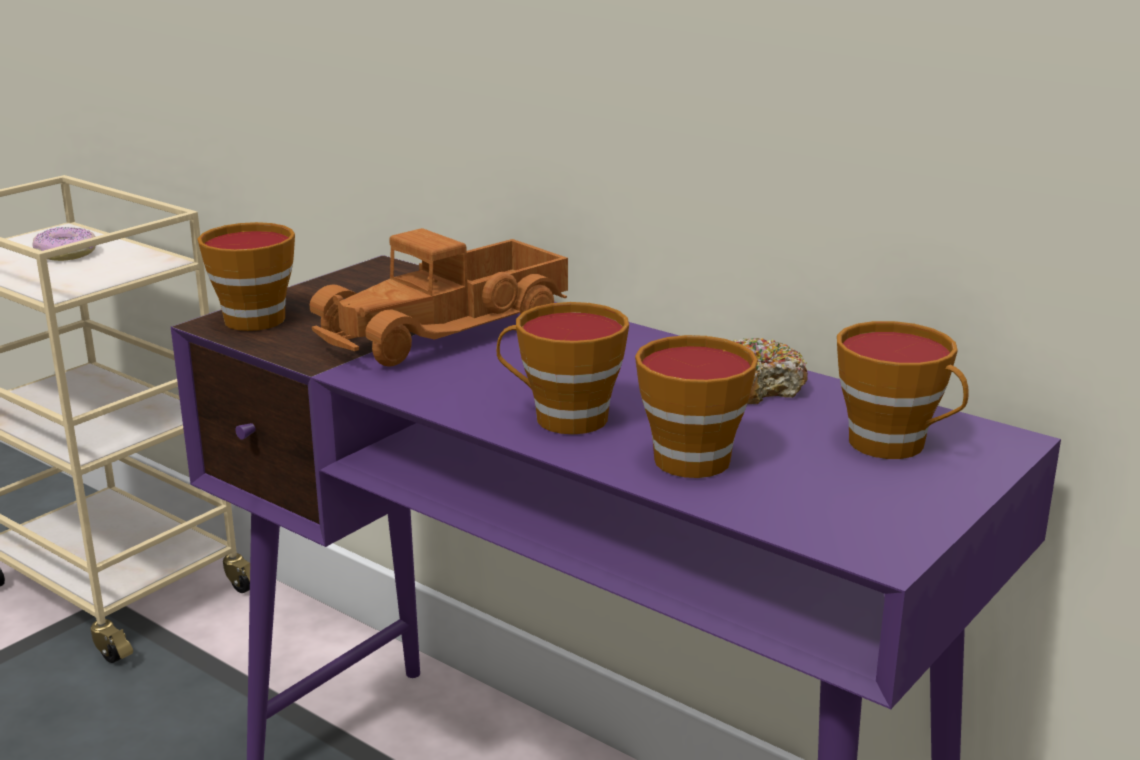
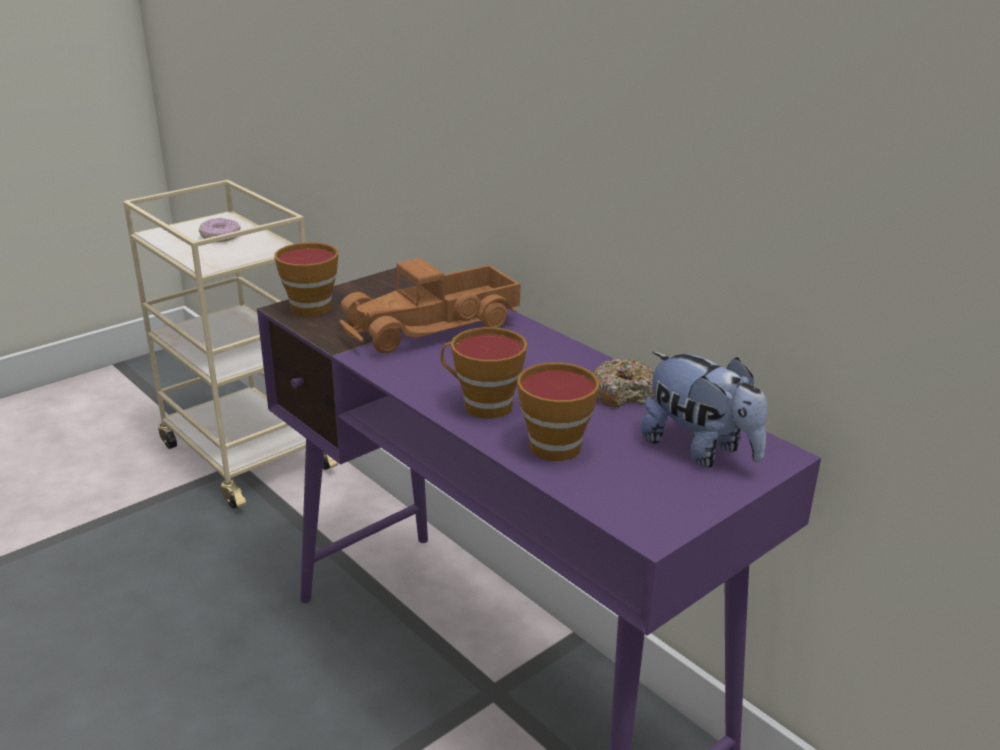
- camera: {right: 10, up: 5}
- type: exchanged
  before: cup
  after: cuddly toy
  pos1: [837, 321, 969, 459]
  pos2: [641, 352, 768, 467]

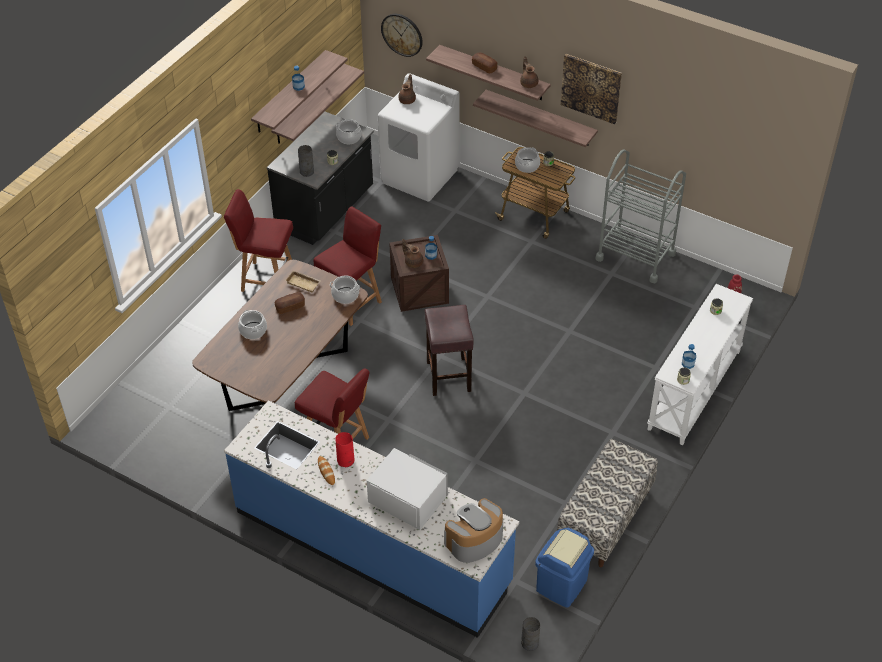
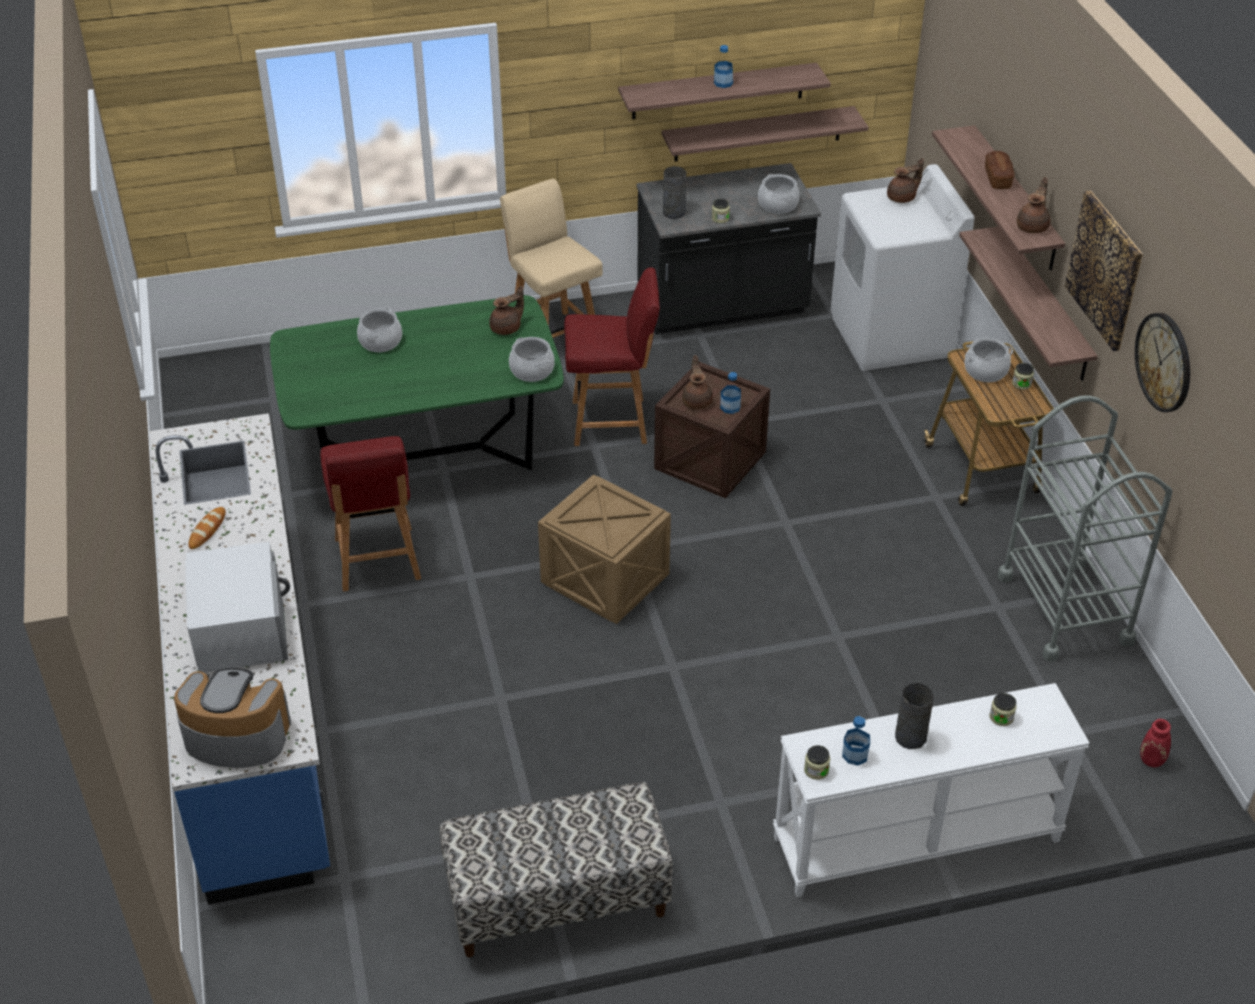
- camera: {right: 45, up: -5}
- type: missing
  before: bakery bread
  pos1: [275, 292, 305, 314]
- type: missing
  before: flower vase/reddish
  pos1: [335, 432, 354, 467]
- type: missing
  before: trash can/bluish
  pos1: [535, 528, 594, 607]
- type: relocated
  before: wall clock
  pos1: [381, 14, 423, 57]
  pos2: [1135, 313, 1190, 412]
- type: relocated
  before: flower vase/grey
  pos1: [521, 617, 540, 651]
  pos2: [895, 683, 934, 749]
- type: exchanged
  before: serving tray/sand-coloured
  after: pot for tea/brown-coloured
  pos1: [285, 270, 320, 293]
  pos2: [489, 286, 524, 335]
- type: exchanged
  before: stool seat/brown-coloured
  after: shipping crate
  pos1: [425, 305, 474, 396]
  pos2: [538, 474, 671, 624]
- type: colour
  before: kitchen table/brown-coloured
  after: kitchen table/greenish
  pos1: [192, 260, 368, 411]
  pos2: [270, 295, 564, 470]
- type: colour
  before: upright chair/reddish
  after: upright chair/sand-coloured
  pos1: [224, 189, 293, 292]
  pos2: [500, 179, 603, 338]

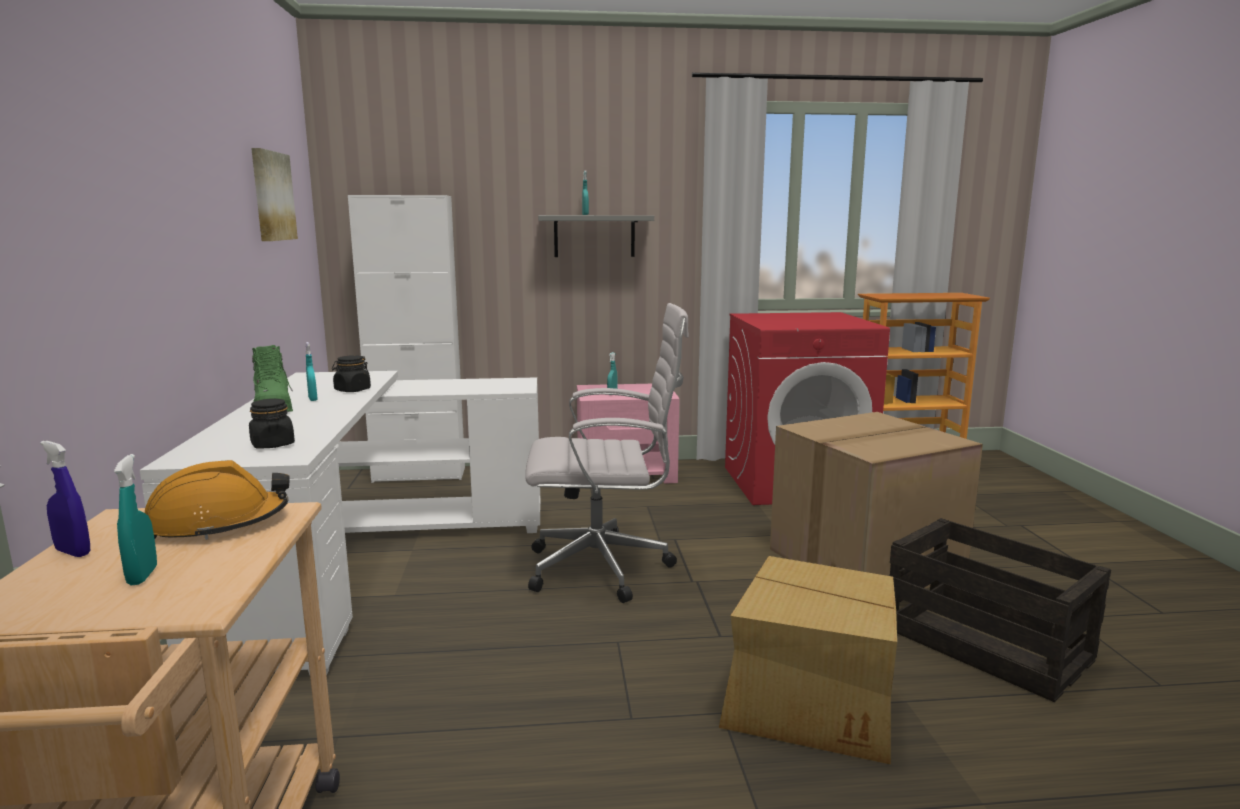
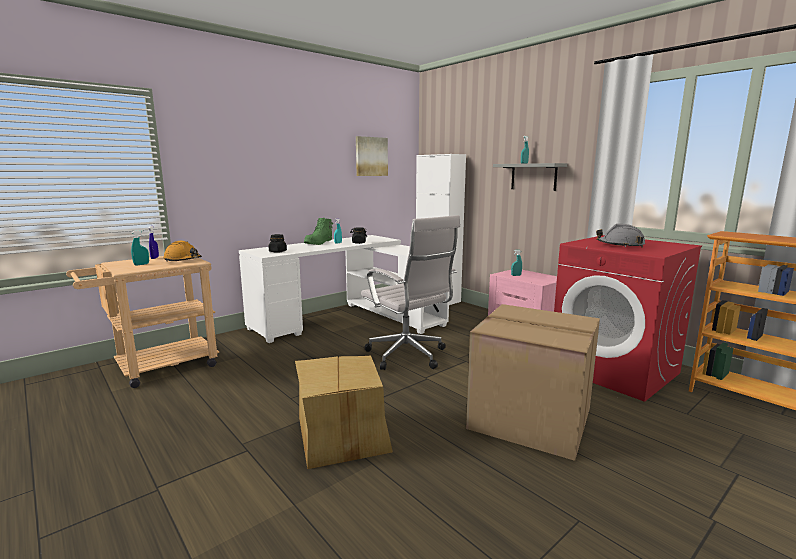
- camera: {right: 55, up: 0}
- type: missing
  before: shipping crate
  pos1: [889, 518, 1111, 702]
- type: appeared
  after: work helmet/grey
  pos2: [596, 224, 645, 247]

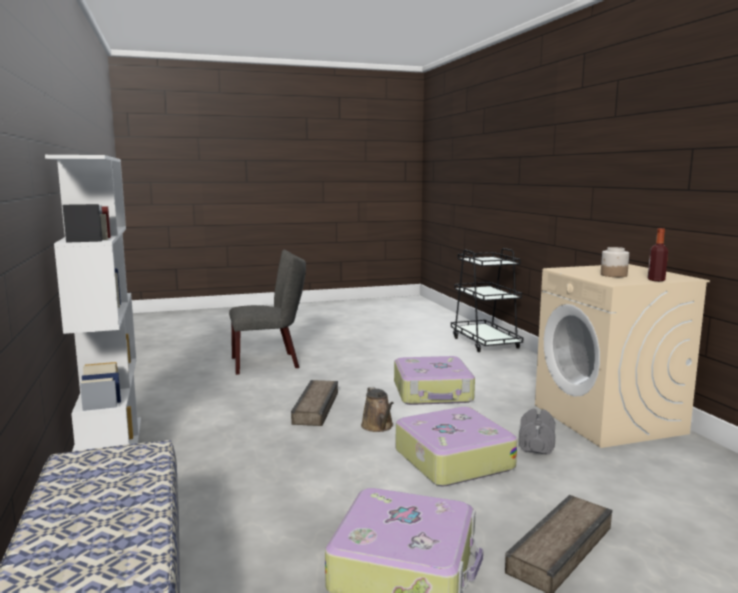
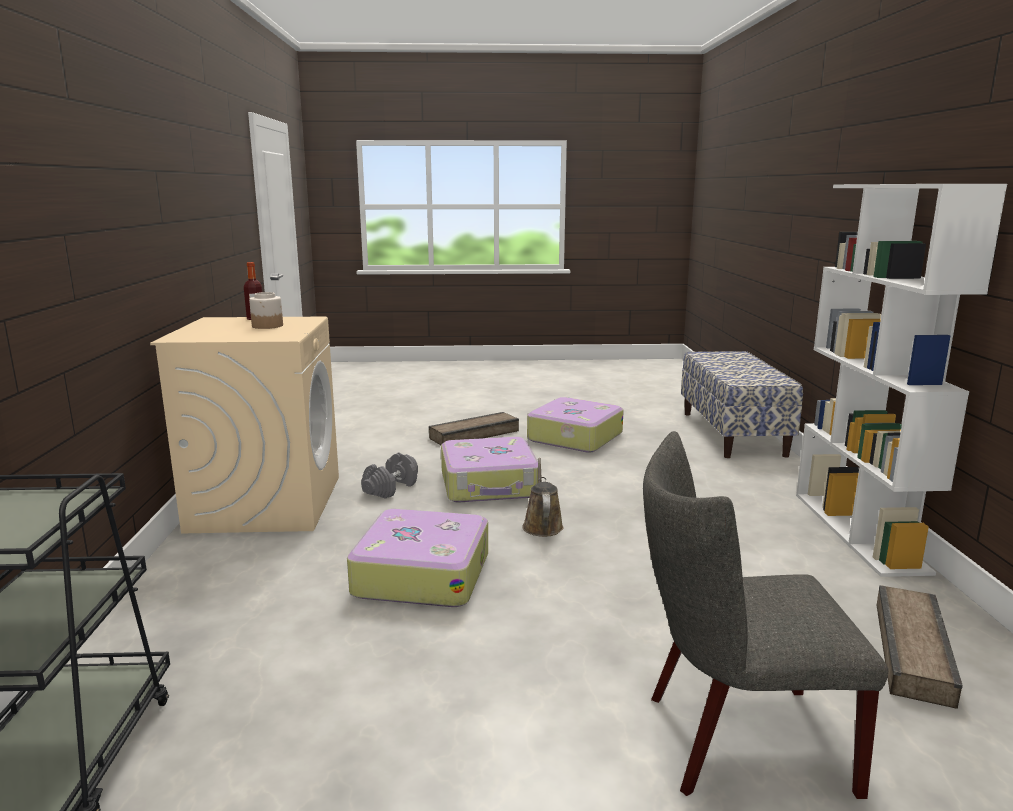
- camera: {right: -165, up: 5}
- type: relocated
  before: shipping crate
  pos1: [291, 380, 338, 426]
  pos2: [877, 585, 963, 709]

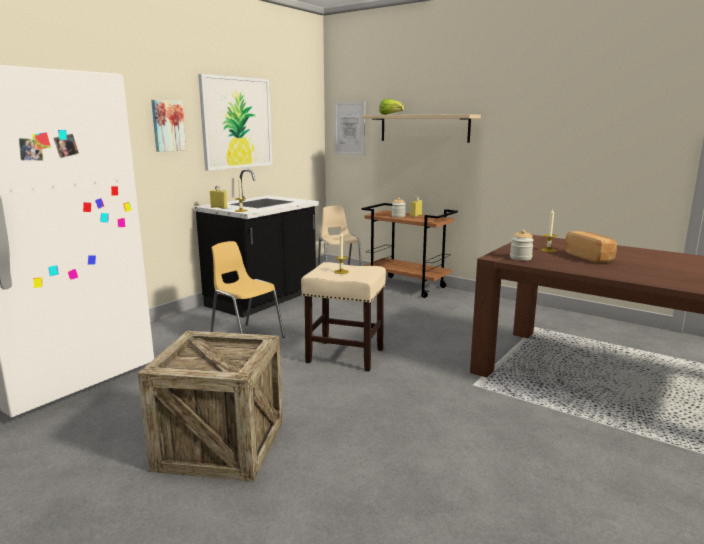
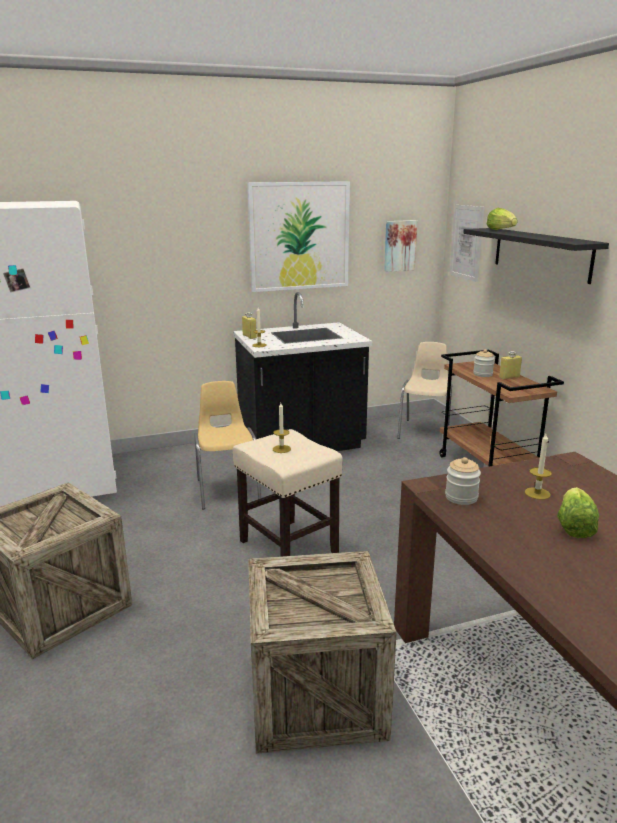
- camera: {right: 35, up: 5}
- type: appeared
  after: shipping crate
  pos2: [248, 551, 397, 754]
- type: relocated
  before: picture
  pos1: [151, 100, 186, 152]
  pos2: [384, 220, 417, 272]
- type: exchanged
  before: bakery bread
  after: head of lettuce
  pos1: [565, 231, 617, 263]
  pos2: [557, 487, 599, 538]
- type: colour
  before: shelf/sand-coloured
  after: shelf/black-coloured
  pos1: [361, 114, 481, 143]
  pos2: [463, 228, 609, 284]

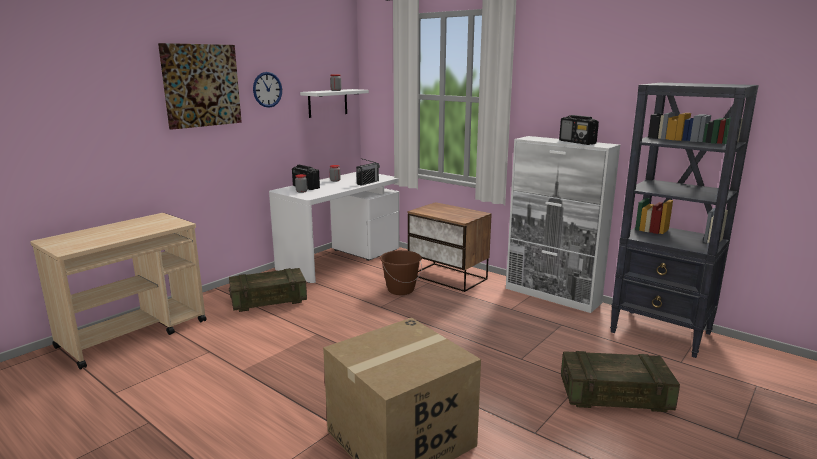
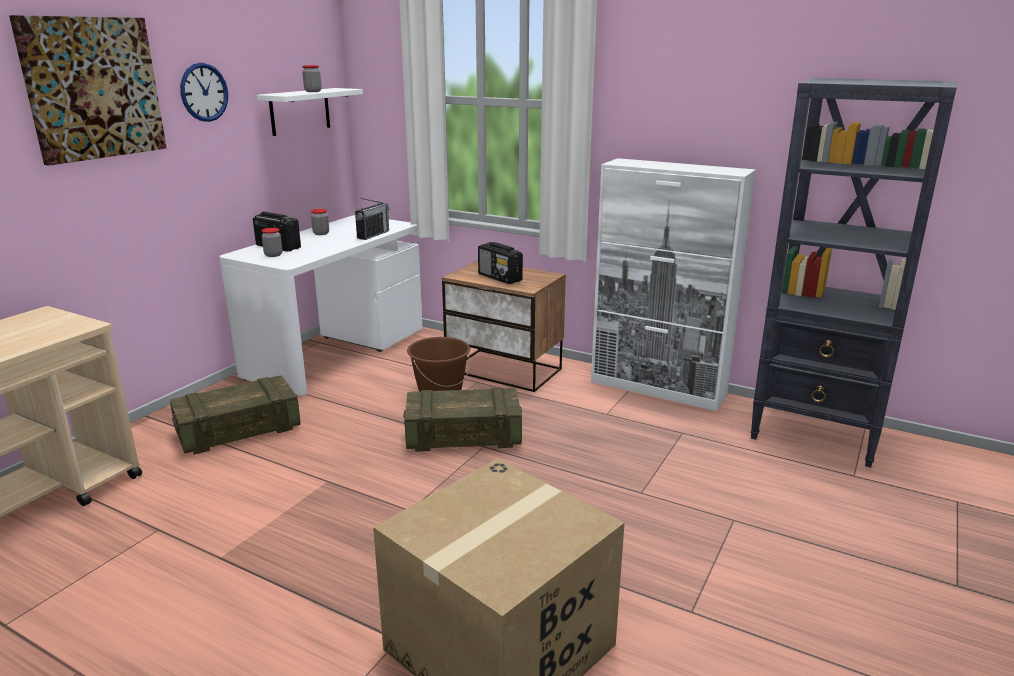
- camera: {right: -10, up: 5}
- type: relocated
  before: radio set
  pos1: [559, 115, 599, 145]
  pos2: [478, 242, 523, 284]
- type: relocated
  before: shipping crate
  pos1: [561, 351, 680, 412]
  pos2: [403, 387, 522, 452]

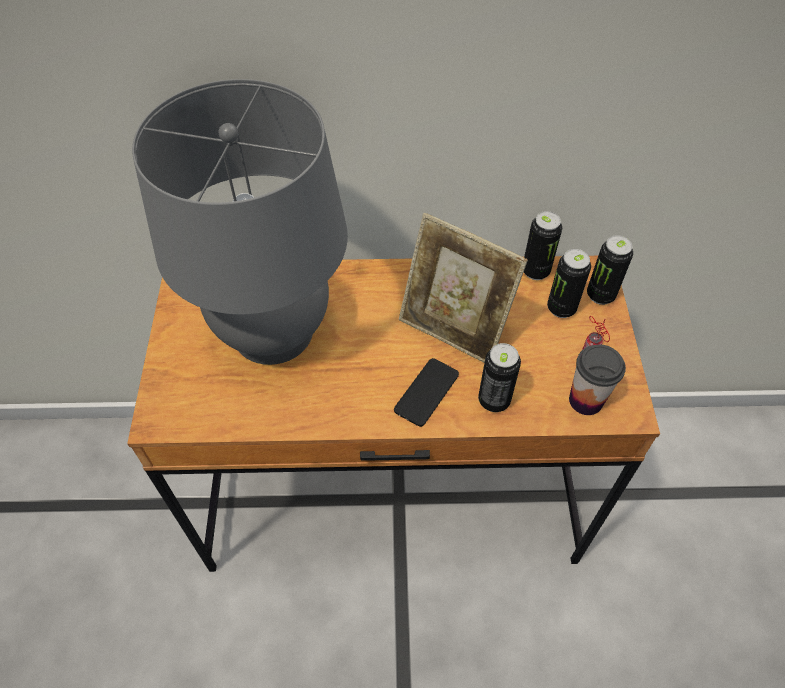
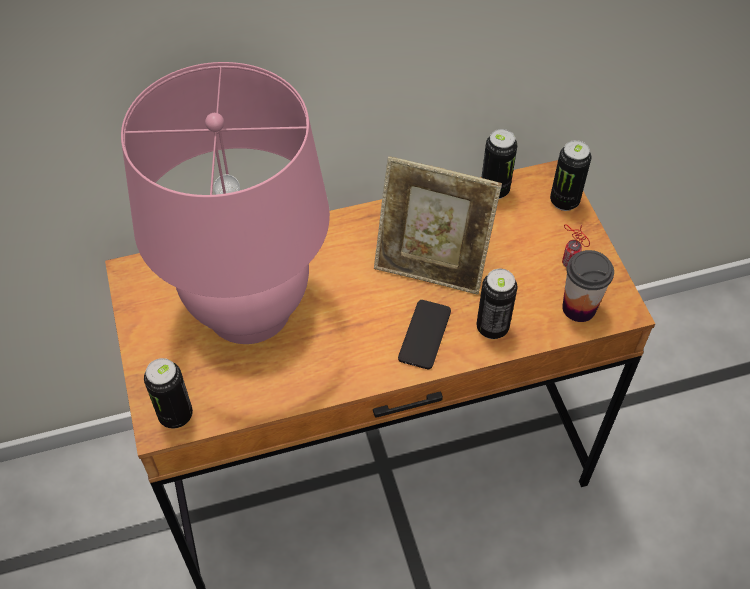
- camera: {right: -15, up: 0}
- type: relocated
  before: sealed can
  pos1: [547, 249, 591, 318]
  pos2: [144, 358, 193, 429]
- type: colour
  before: tabletop lamp/grey
  after: tabletop lamp/pinkish
  pos1: [132, 79, 348, 365]
  pos2: [121, 62, 330, 344]

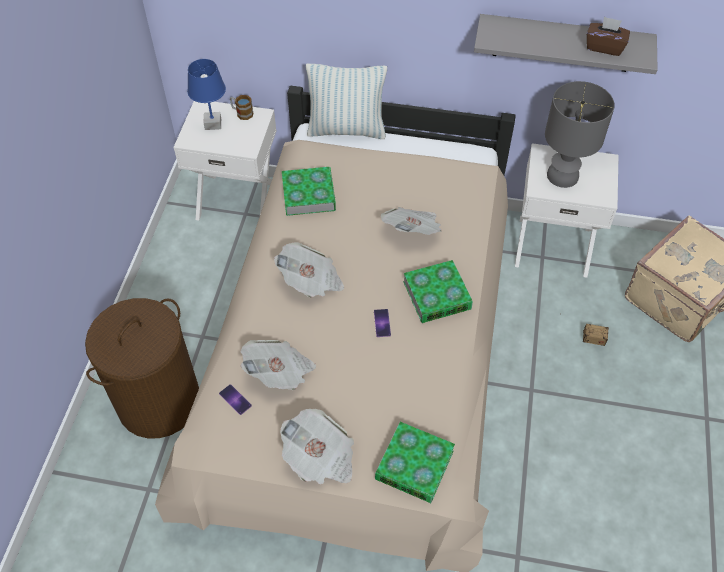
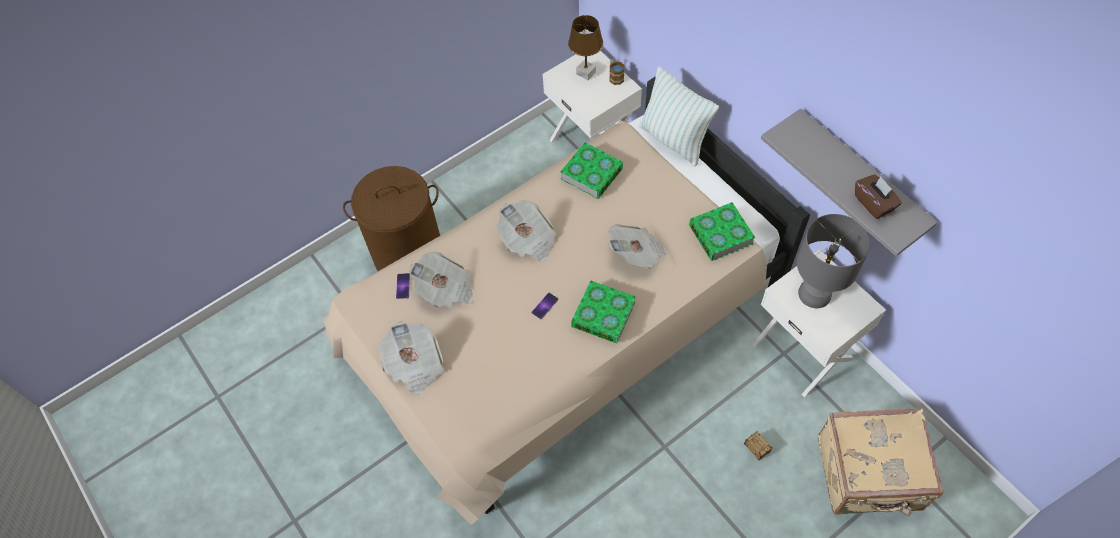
- camera: {right: 45, up: 5}
- type: relocated
  before: book
  pos1: [375, 422, 455, 503]
  pos2: [689, 202, 755, 261]
- type: colour
  before: tabletop lamp/bluish
  after: tabletop lamp/brown-coloured
  pos1: [187, 59, 226, 130]
  pos2: [568, 15, 603, 80]

